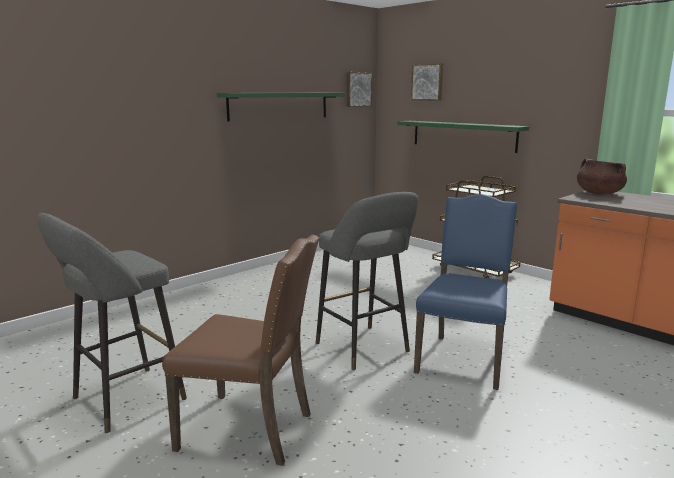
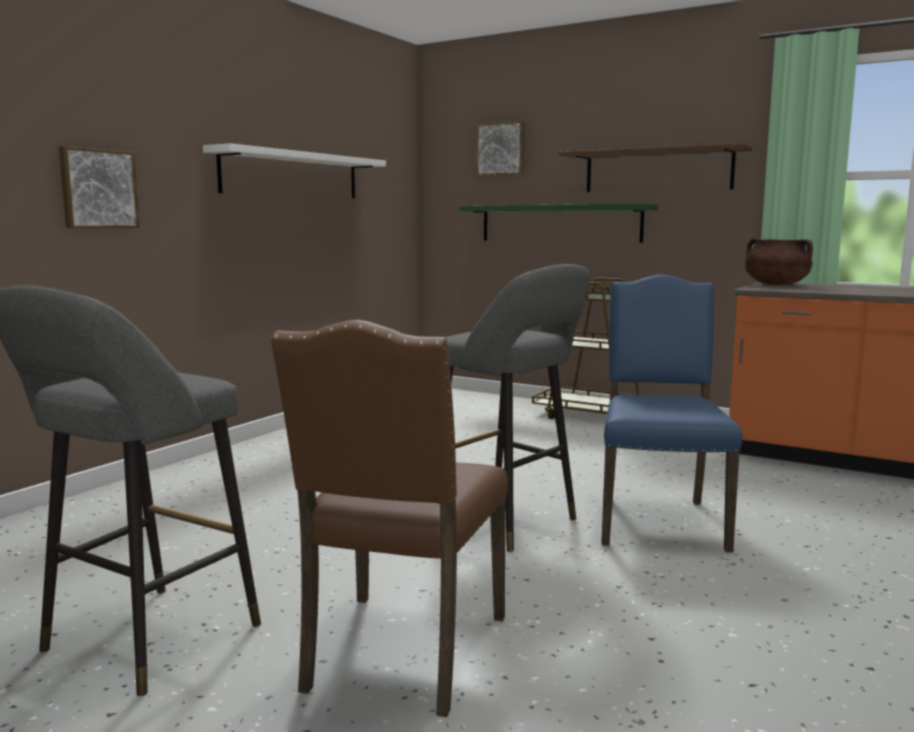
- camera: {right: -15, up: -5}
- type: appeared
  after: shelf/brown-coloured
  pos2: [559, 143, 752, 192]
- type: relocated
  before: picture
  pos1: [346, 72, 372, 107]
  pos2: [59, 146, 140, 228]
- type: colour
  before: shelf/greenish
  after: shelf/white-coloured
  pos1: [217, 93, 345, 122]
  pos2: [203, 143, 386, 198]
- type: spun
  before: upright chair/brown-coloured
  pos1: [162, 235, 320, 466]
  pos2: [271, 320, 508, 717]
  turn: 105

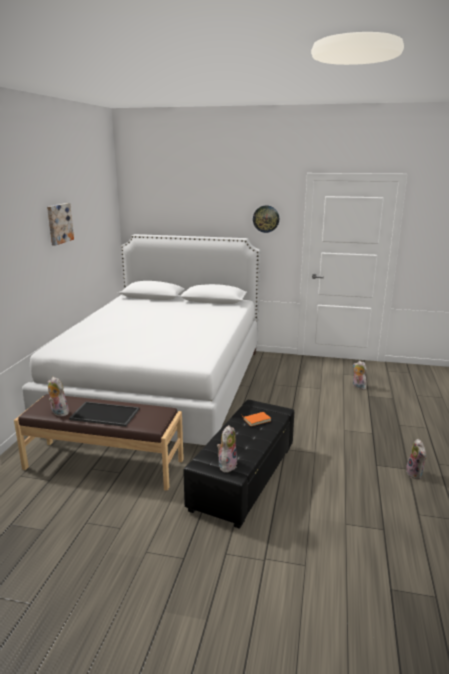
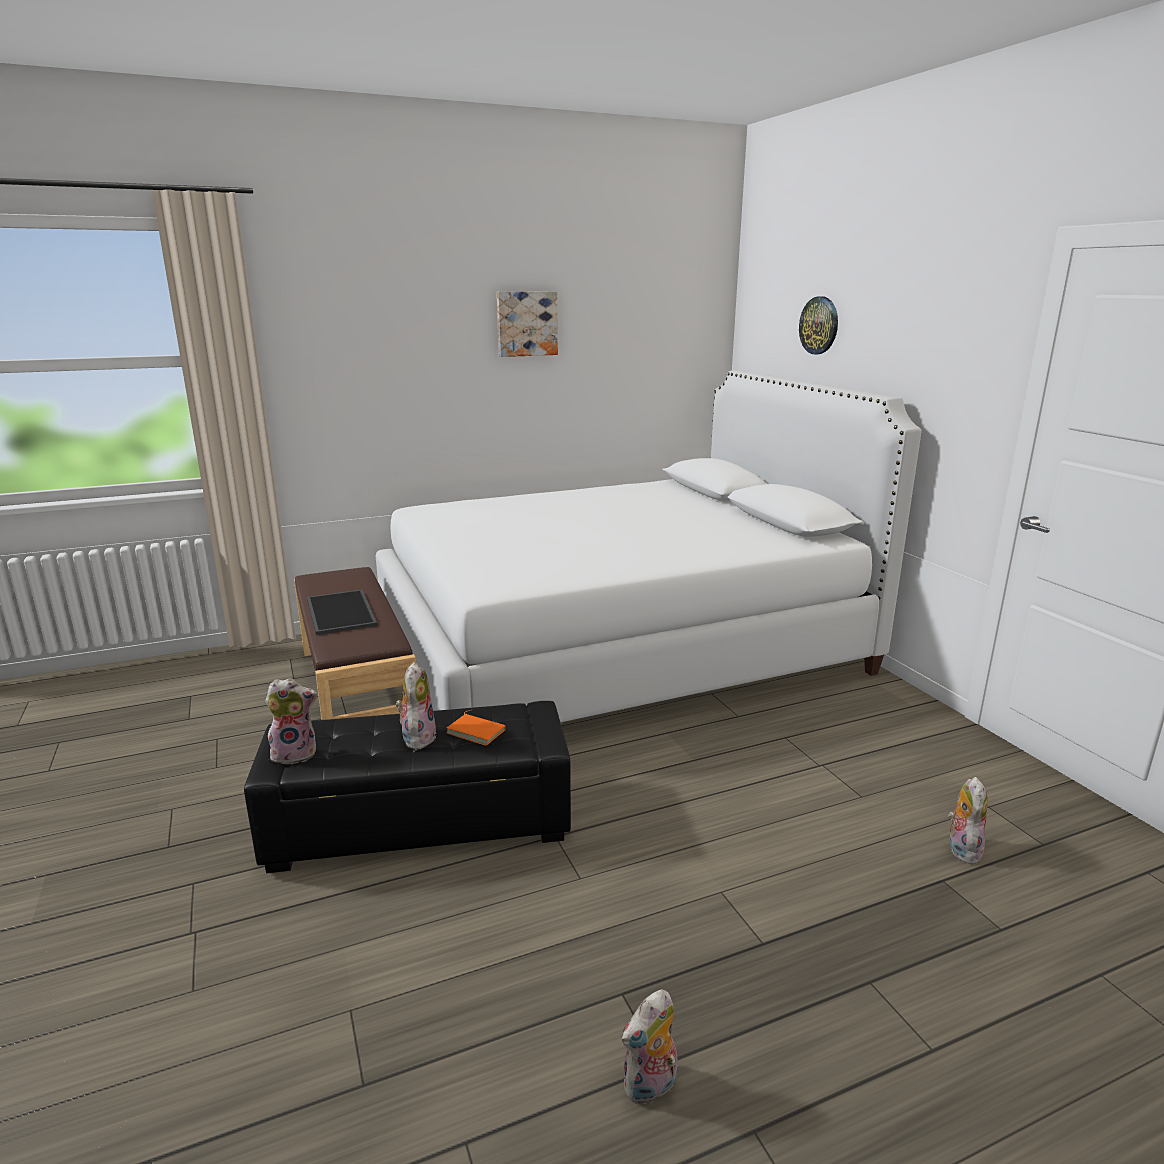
- camera: {right: 55, up: 0}
- type: relocated
  before: cuddly toy
  pos1: [48, 377, 69, 417]
  pos2: [396, 662, 436, 750]
- type: relocated
  before: wall clock
  pos1: [253, 205, 279, 233]
  pos2: [799, 296, 838, 355]

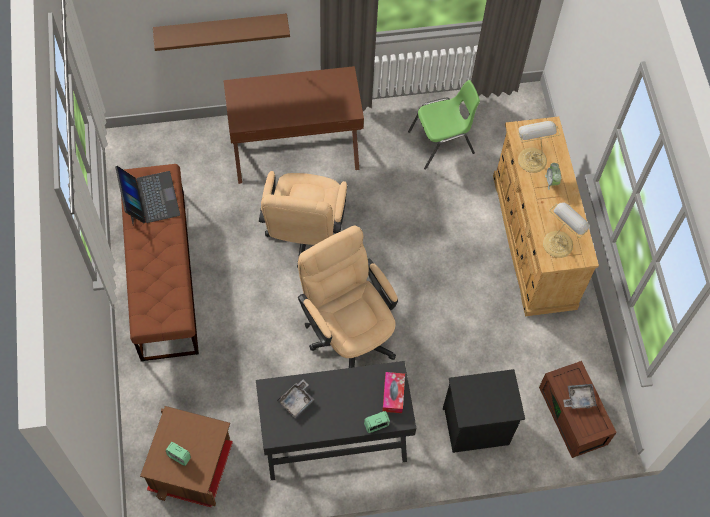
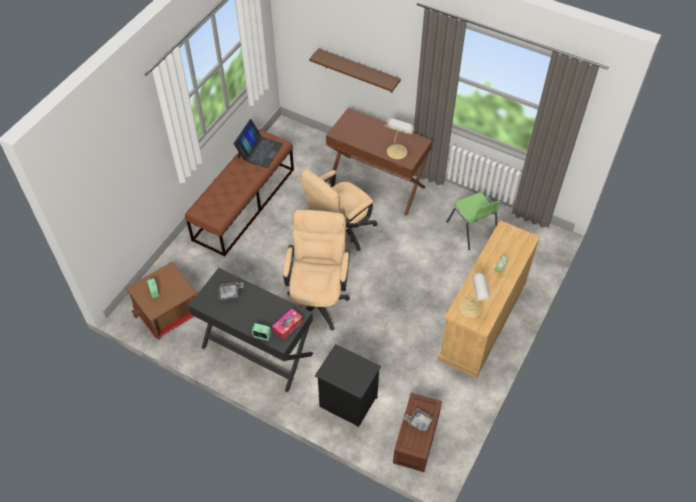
- camera: {right: 40, up: -10}
- type: relocated
  before: tabletop lamp
  pos1: [518, 121, 560, 173]
  pos2: [385, 118, 414, 159]
- type: spun
  before: upright chair/greenish
  pos1: [408, 80, 480, 170]
  pos2: [447, 193, 501, 250]
  turn: 45

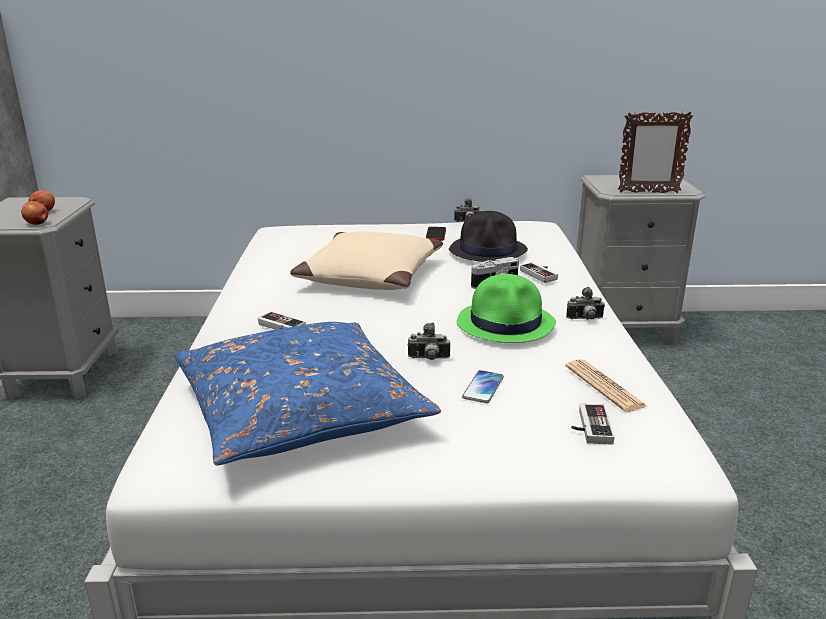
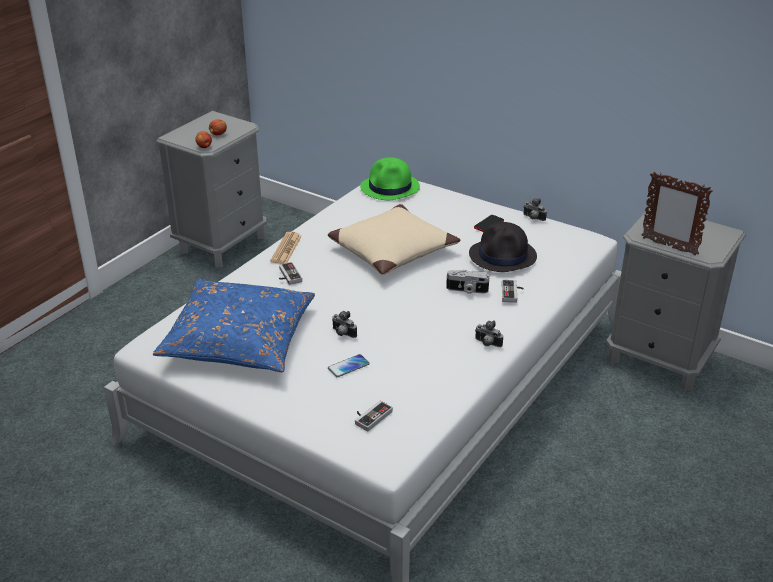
- camera: {right: 35, up: 10}
- type: relocated
  before: wearable hat/greenish
  pos1: [457, 274, 556, 343]
  pos2: [360, 157, 420, 200]
- type: relocated
  before: printed paper
  pos1: [566, 359, 647, 412]
  pos2: [270, 232, 302, 264]

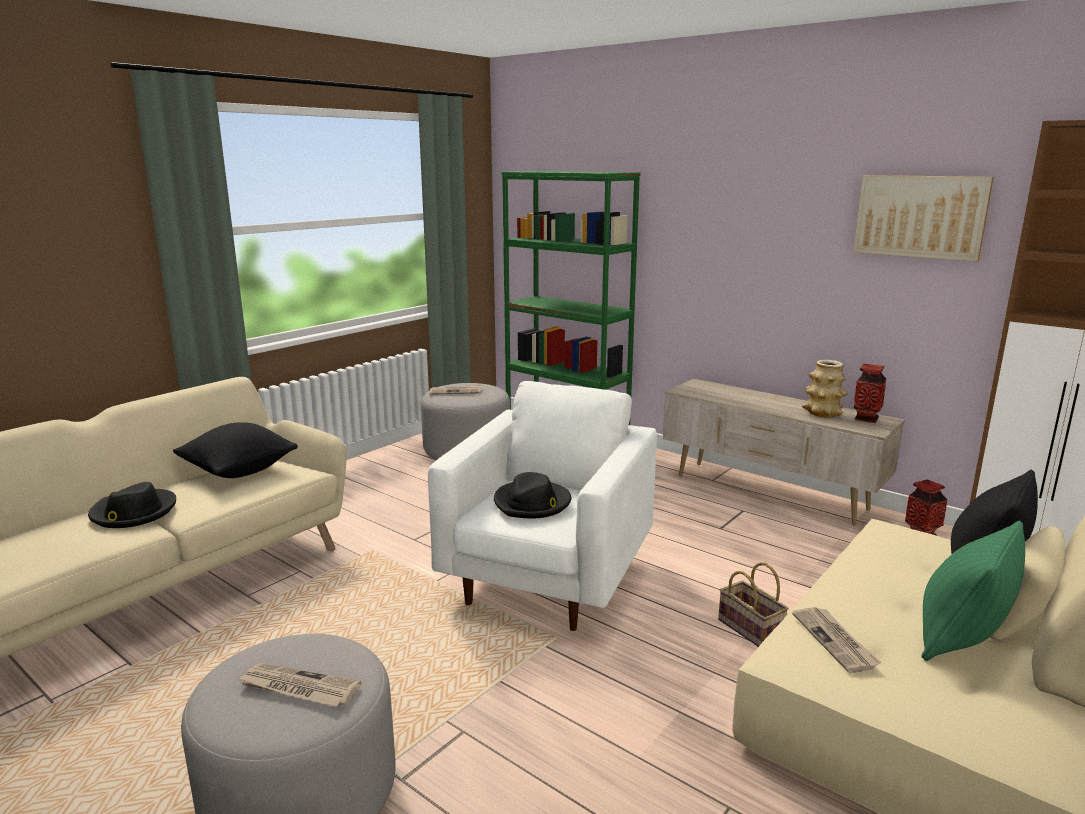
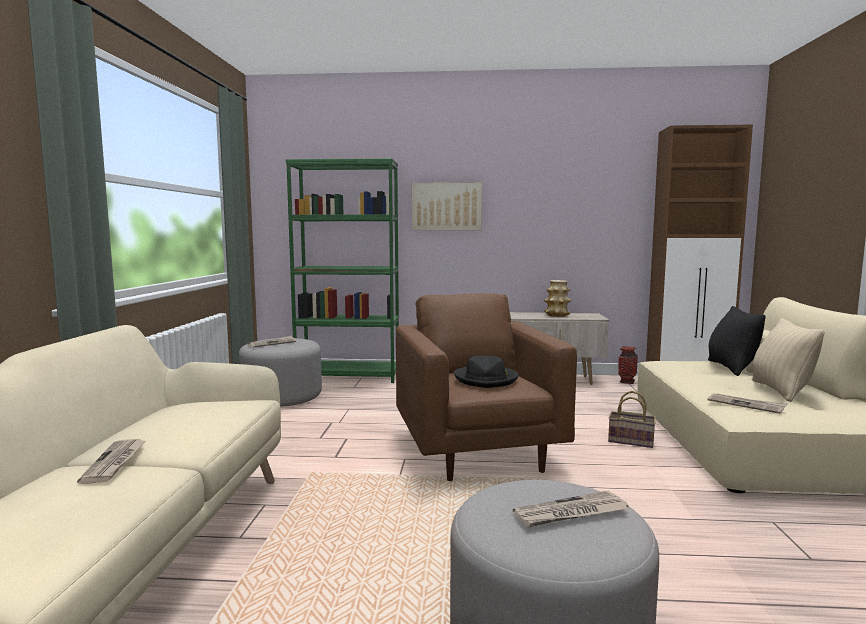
- camera: {right: -35, up: -10}
- type: missing
  before: throw pillow/black-coloured
  pos1: [173, 422, 298, 478]
- type: missing
  before: flower vase
  pos1: [854, 364, 886, 423]
- type: relocated
  before: picture
  pos1: [853, 175, 994, 262]
  pos2: [412, 183, 482, 230]
- type: exchanged
  before: wearable hat/black-coloured
  after: printed paper
  pos1: [88, 482, 176, 528]
  pos2: [77, 439, 146, 484]
- type: colour
  before: armchair/white-coloured
  after: armchair/brown-coloured
  pos1: [428, 381, 657, 631]
  pos2: [396, 293, 577, 481]
- type: colour
  before: throw pillow/greenish
  after: throw pillow/sand-coloured
  pos1: [921, 521, 1025, 661]
  pos2: [752, 318, 825, 402]

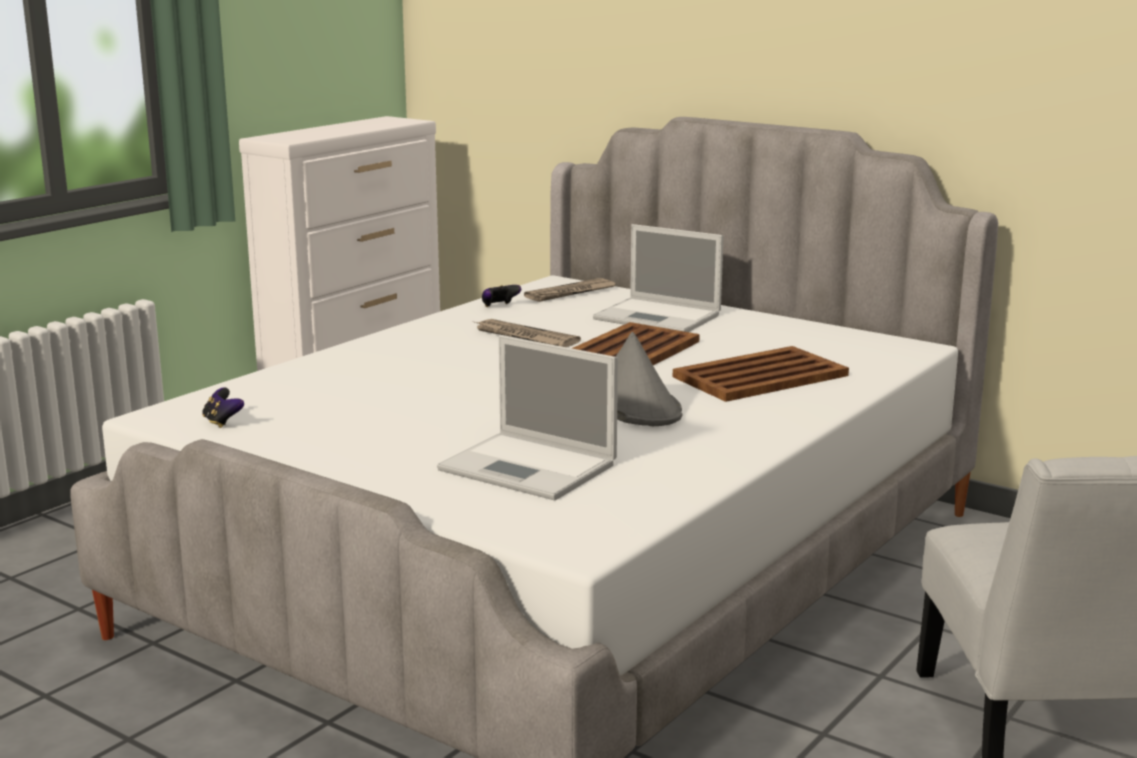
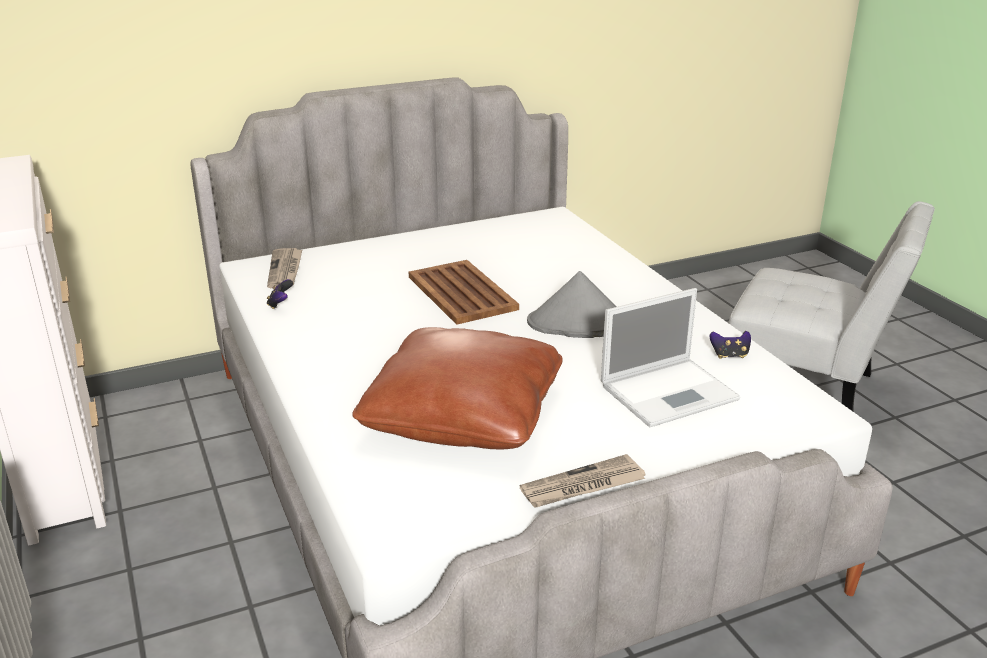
- camera: {right: -60, up: 10}
- type: missing
  before: notebook computer
  pos1: [593, 224, 723, 332]
- type: missing
  before: serving tray/brown-coloured
  pos1: [673, 346, 849, 402]
- type: appeared
  after: throw pillow/brown-coloured
  pos2: [352, 327, 563, 449]
- type: relocated
  before: gamepad
  pos1: [202, 387, 244, 428]
  pos2: [709, 331, 751, 359]
- type: relocated
  before: printed paper
  pos1: [473, 319, 581, 347]
  pos2: [520, 454, 645, 508]

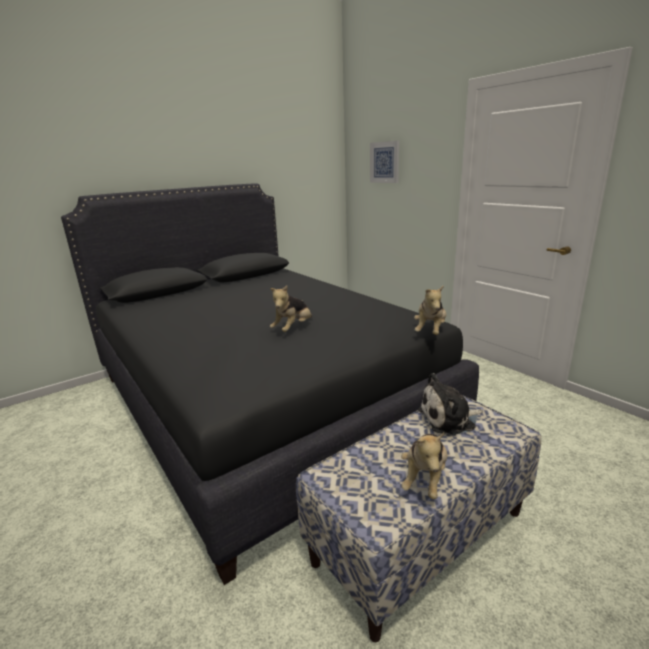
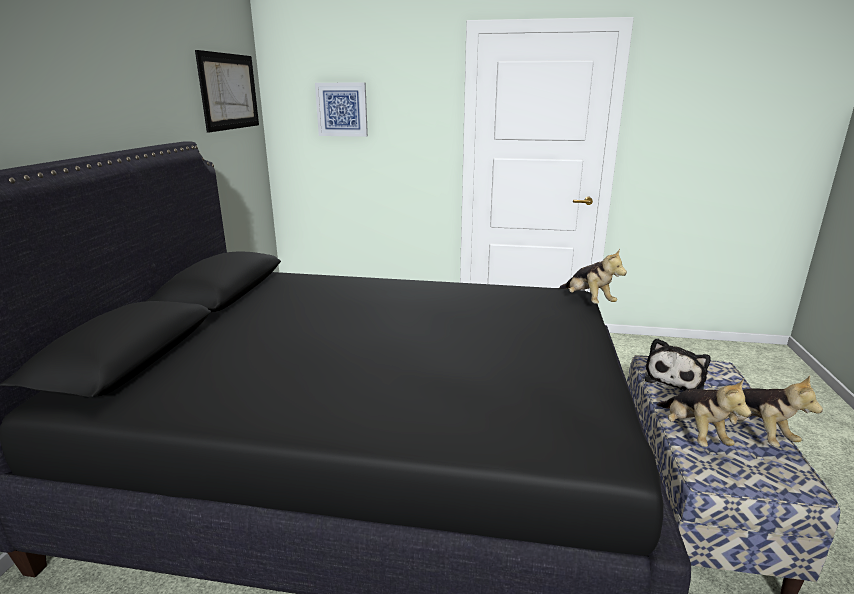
- camera: {right: -45, up: 0}
- type: appeared
  after: picture
  pos2: [195, 50, 259, 133]
- type: relocated
  before: cuddly toy
  pos1: [270, 286, 312, 332]
  pos2: [657, 378, 751, 447]

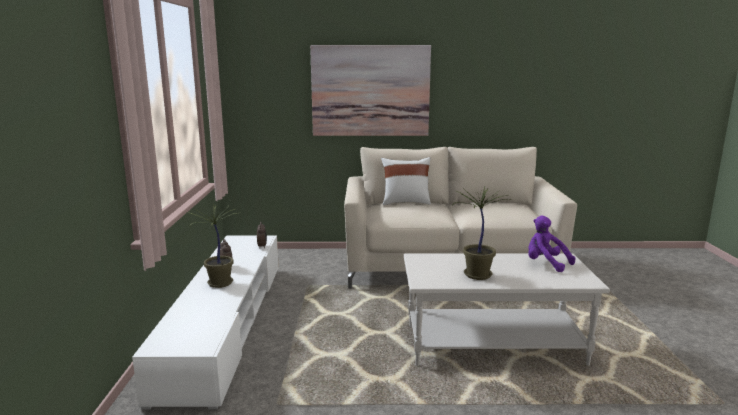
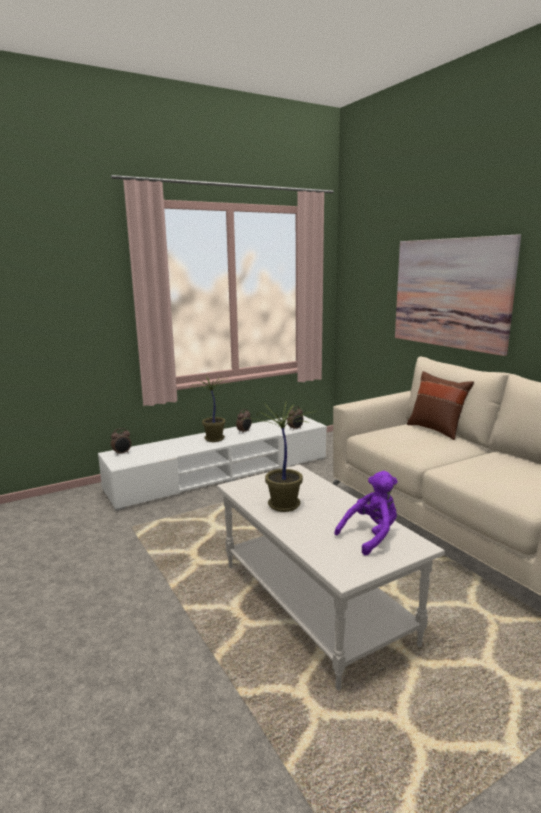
- camera: {right: 60, up: 0}
- type: appeared
  after: table clock
  pos2: [111, 428, 131, 455]
- type: colour
  before: throw pillow/white-coloured
  after: throw pillow/brown-coloured
  pos1: [381, 157, 431, 205]
  pos2: [407, 371, 474, 440]
- type: spun
  before: cuddly toy/purple-coloured
  pos1: [528, 216, 575, 272]
  pos2: [334, 471, 398, 555]
  turn: 45

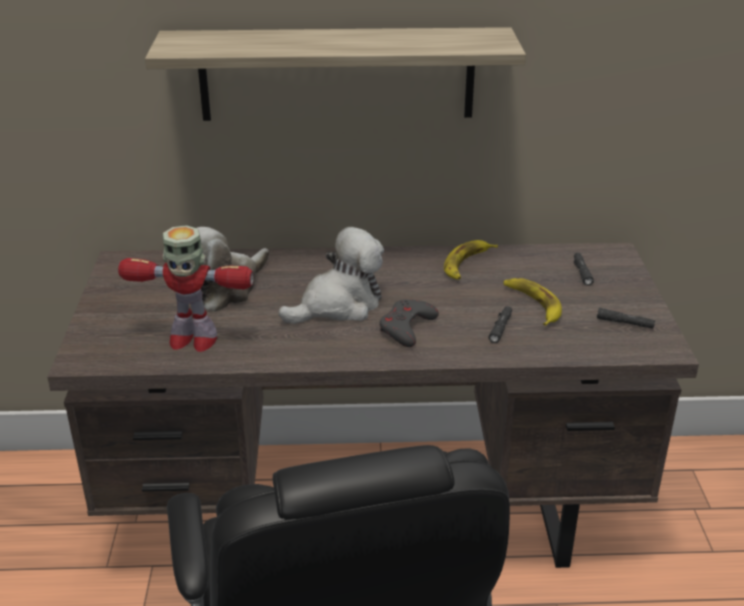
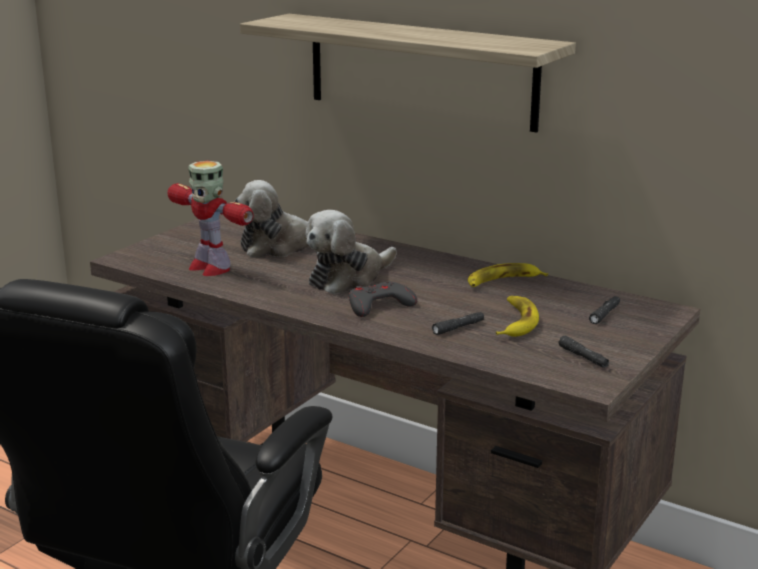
- camera: {right: 35, up: -10}
- type: spun
  before: cuddly toy
  pos1: [278, 227, 384, 324]
  pos2: [305, 210, 397, 294]
  turn: 135

